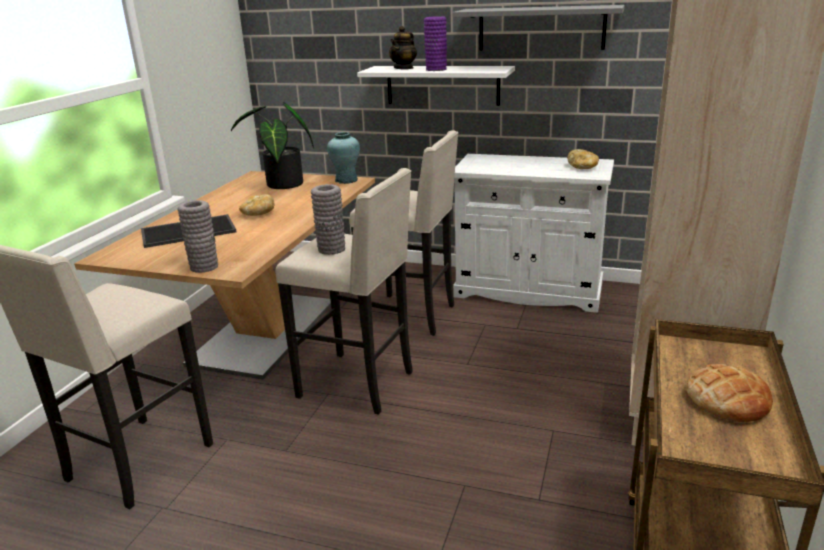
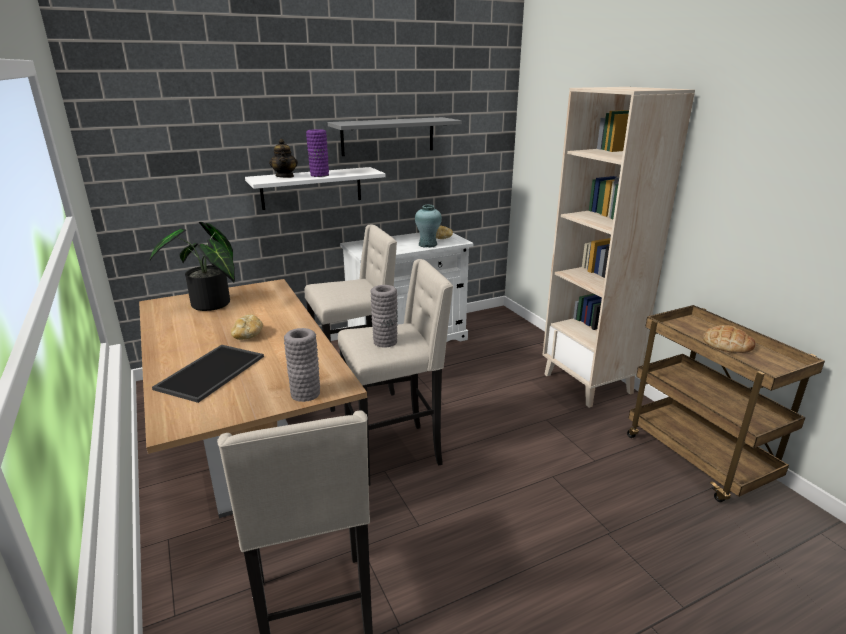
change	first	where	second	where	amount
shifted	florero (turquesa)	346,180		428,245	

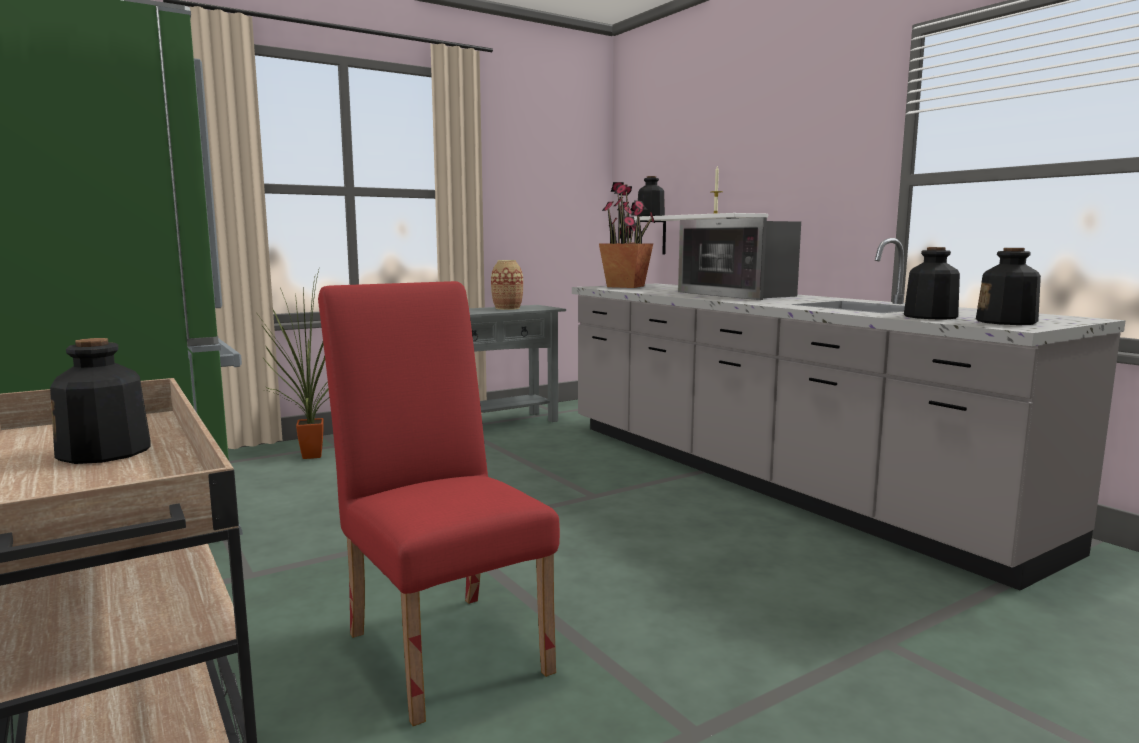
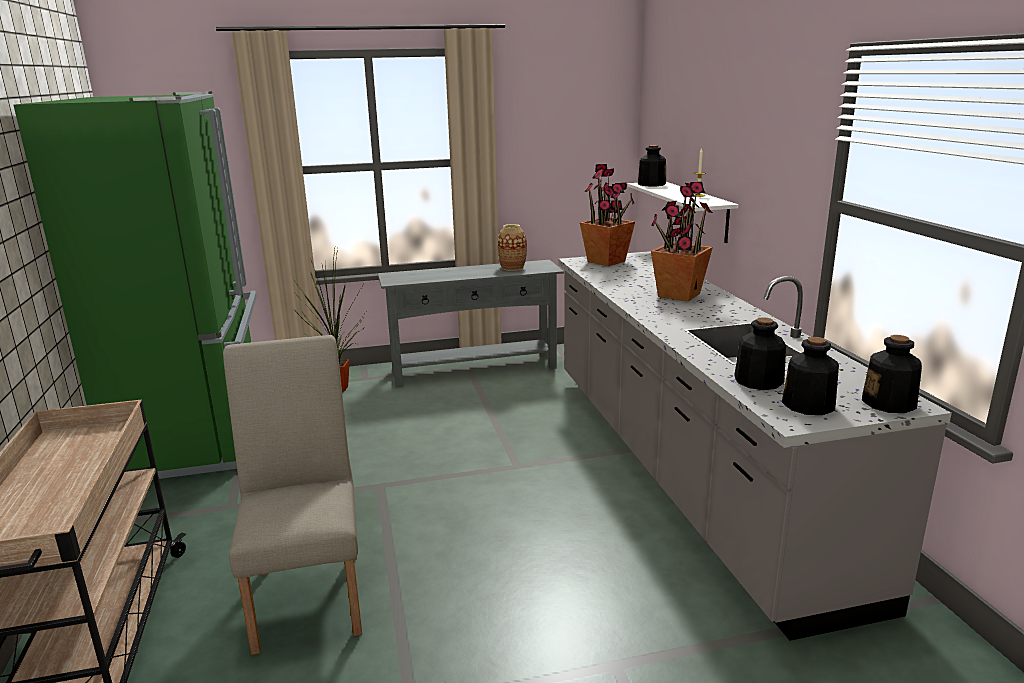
change	first	where	second	where	amount
swapped	microondas	739,294	planta en maceta	678,295	
repainted	silla (rojo)	443,643	silla (beis)	310,592	
shifted	botella	105,452		889,403	

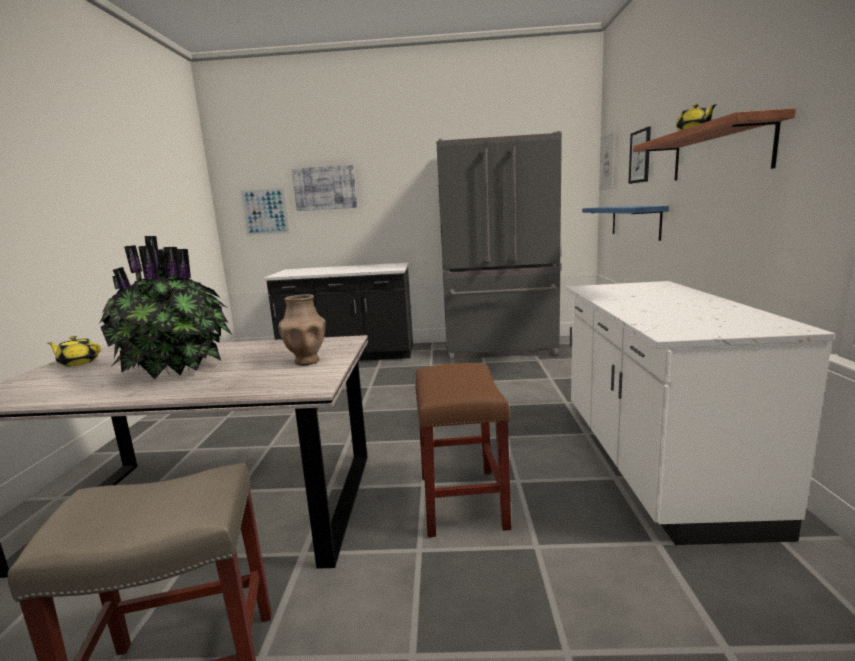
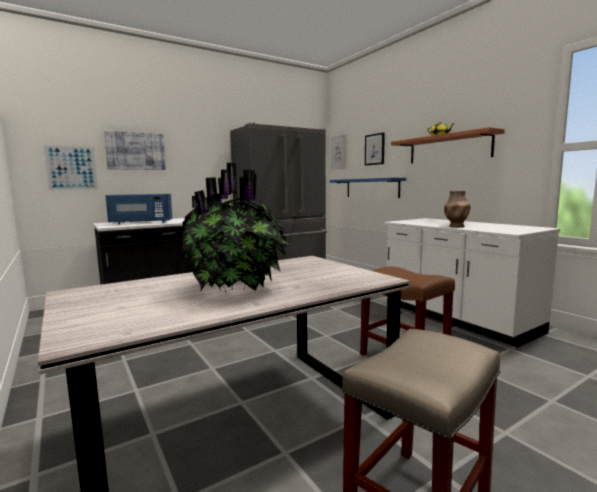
change	first	where	second	where	amount
shifted	florero (marrón)	307,361		456,226	
gone	tetera (amarillo)	78,362			
new			microondas (azul)	141,222	

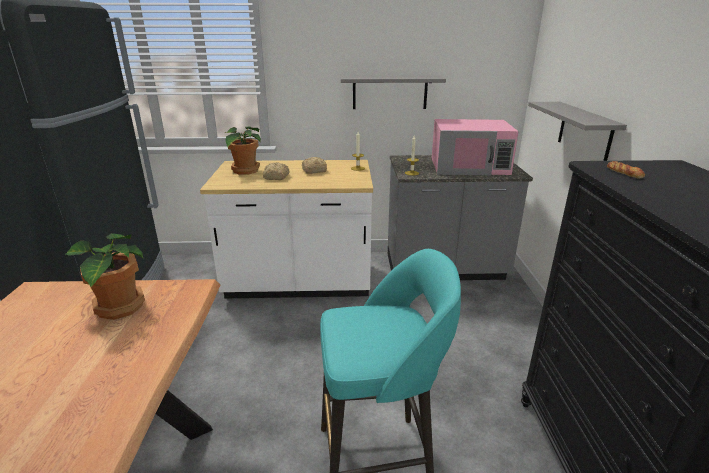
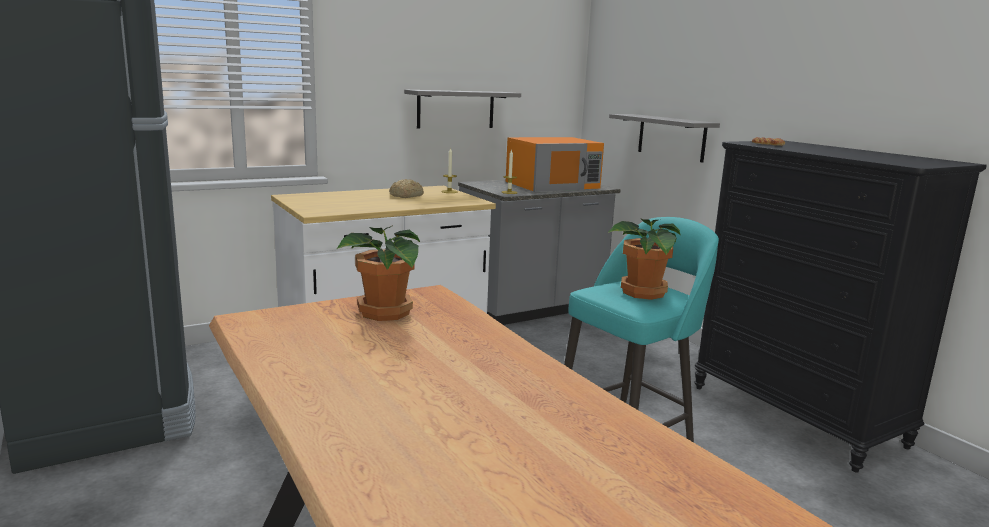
change	first	where	second	where	amount
repainted	microondas (rosa)	469,166	microondas (naranja)	553,185	
shifted	planta en maceta	245,171		642,293	
gone	pan	276,177			

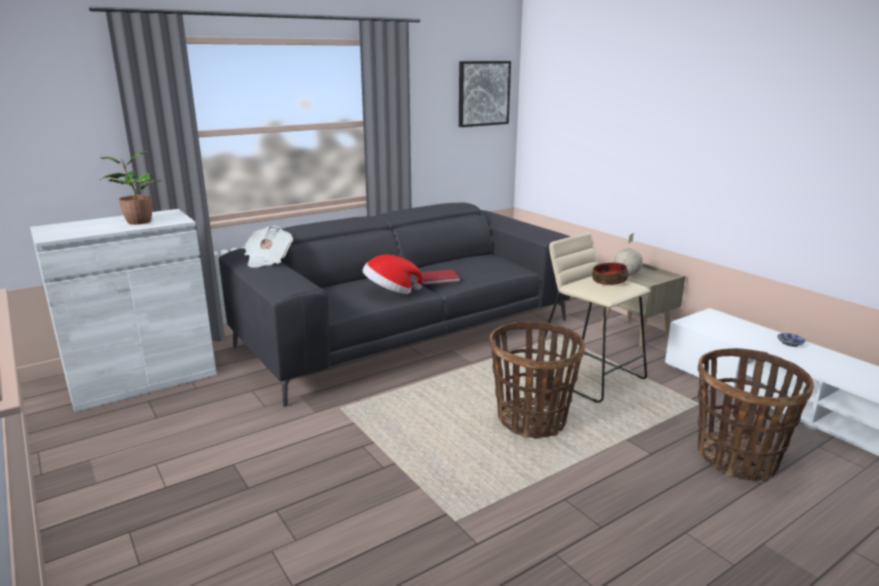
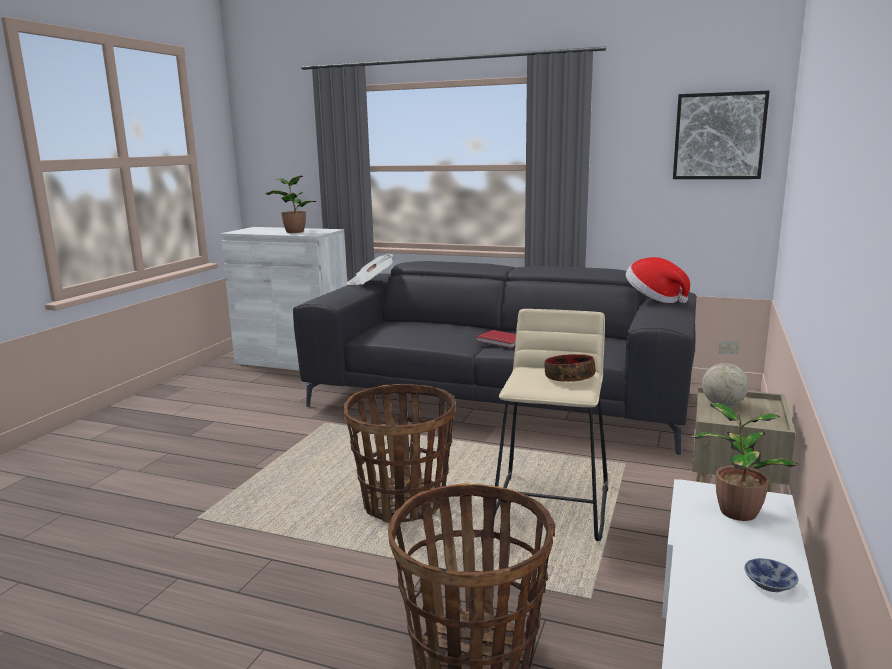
change	first	where	second	where	amount
shifted	sombrero	390,292		654,299	
new			planta en maceta	735,511	

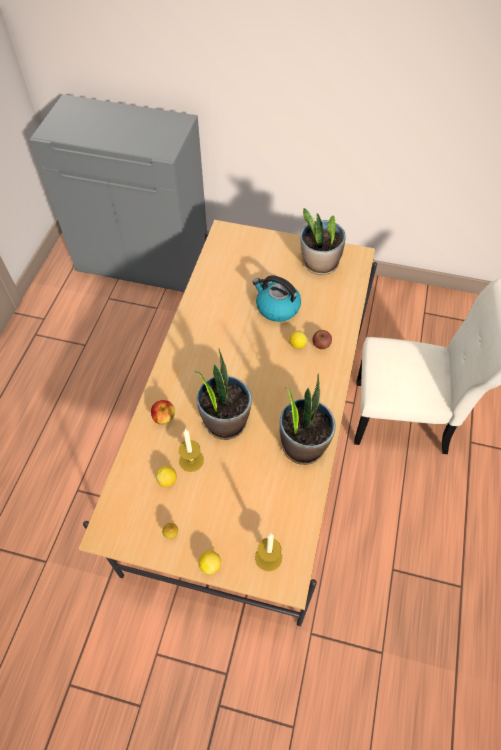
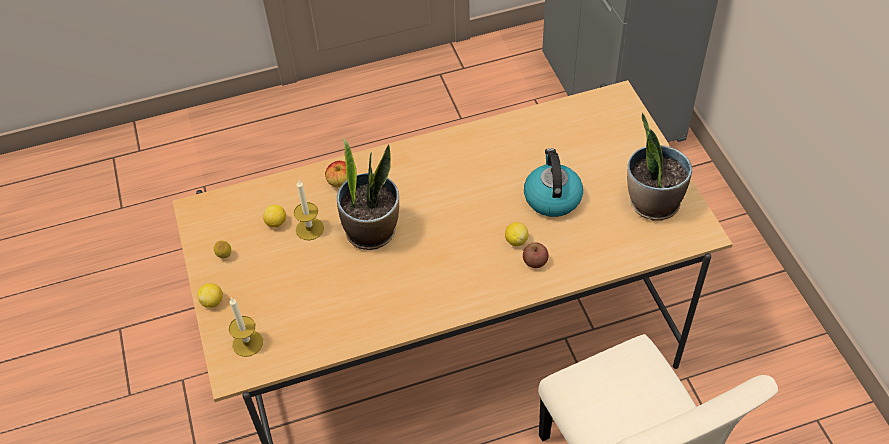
change	first	where	second	where	amount
gone	planta en maceta	303,445			

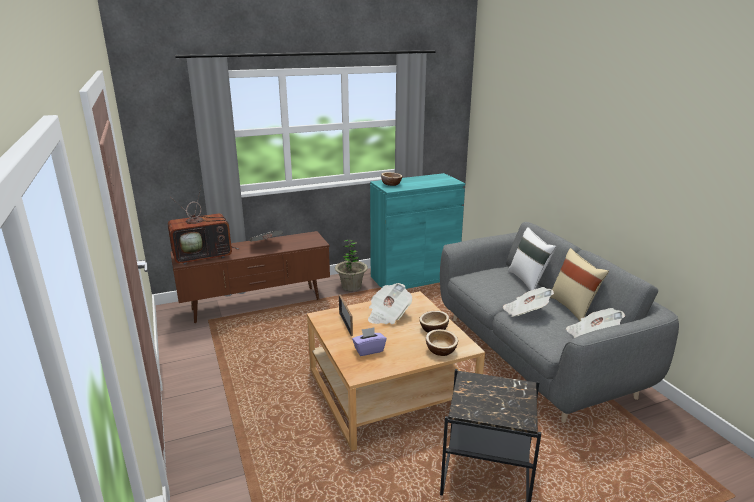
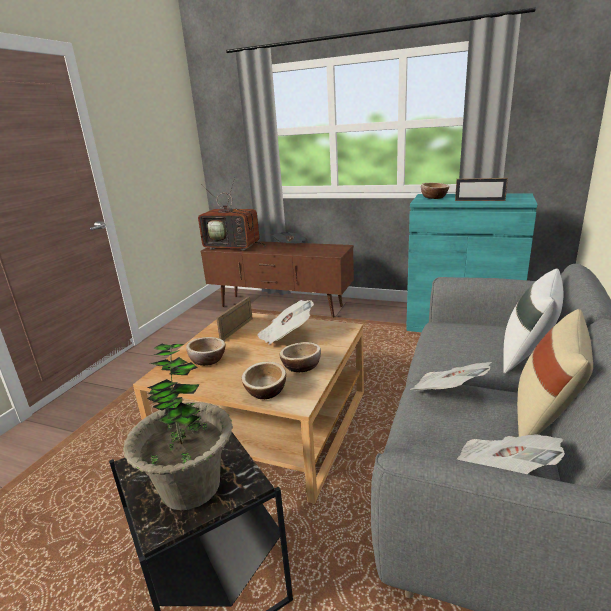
change	first	where	second	where	amount
shifted	planta en maceta	351,287		191,486	
swapped	caja de pañuelos (morado)	369,350	cuenco	208,360	
new			portarretratos	479,200	

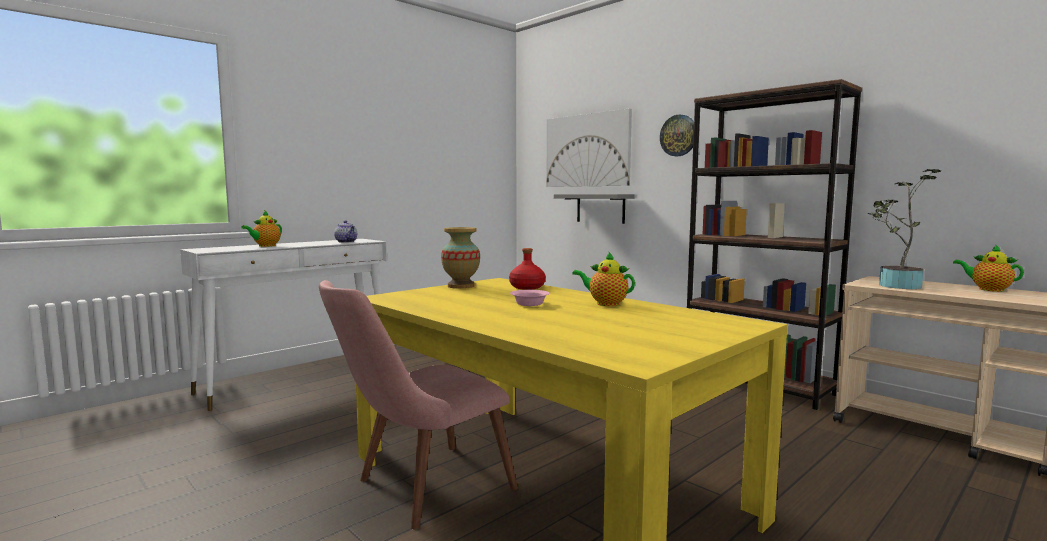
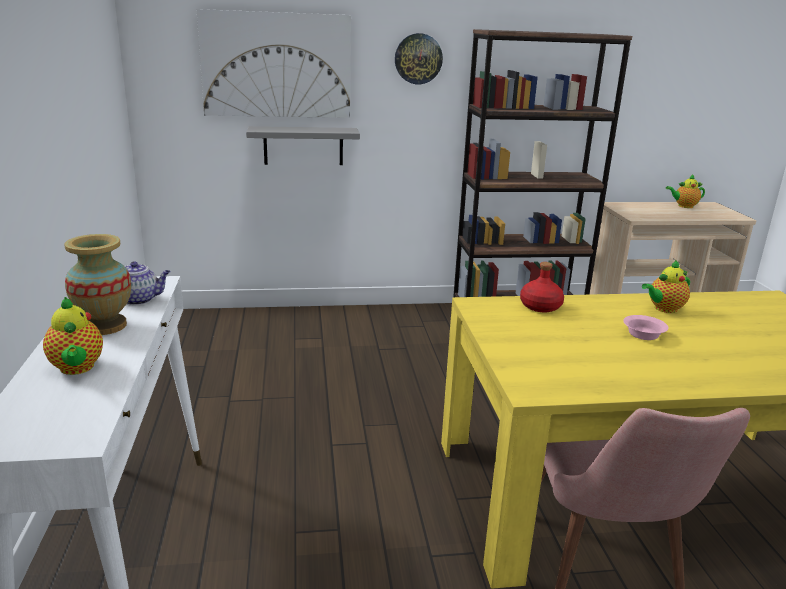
change	first	where	second	where	amount
gone	planta en maceta	896,286			
shifted	florero	461,286		105,326	

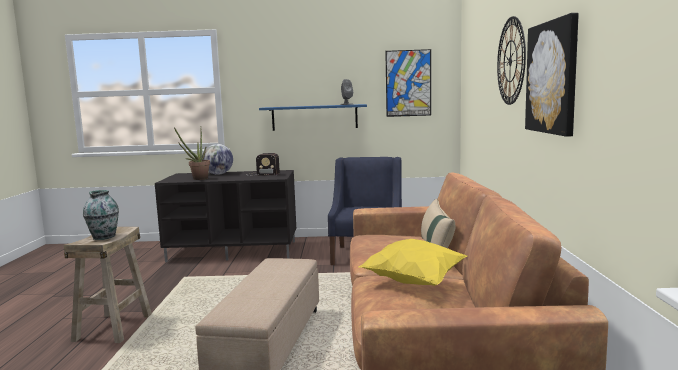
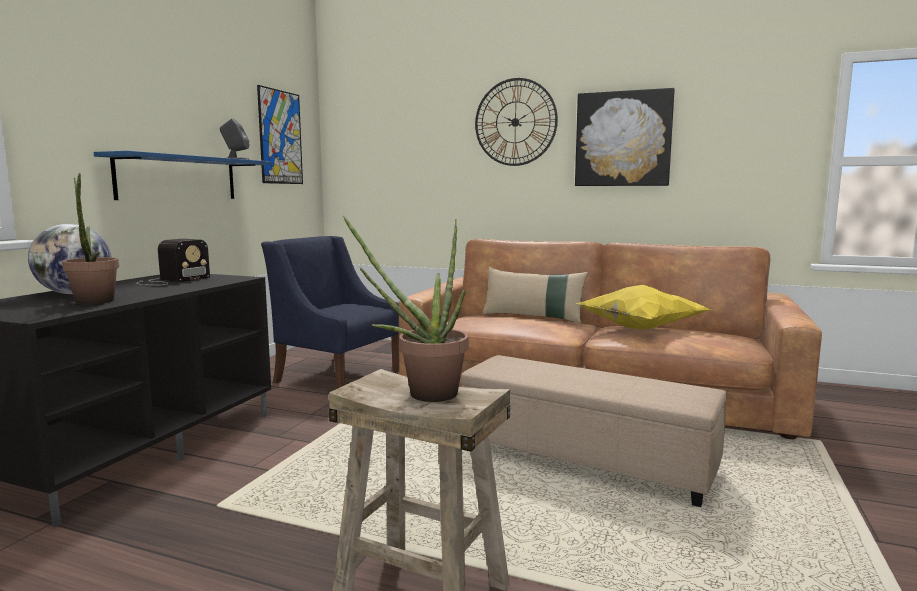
change	first	where	second	where	amount
swapped	florero	104,237	planta en maceta	422,394	

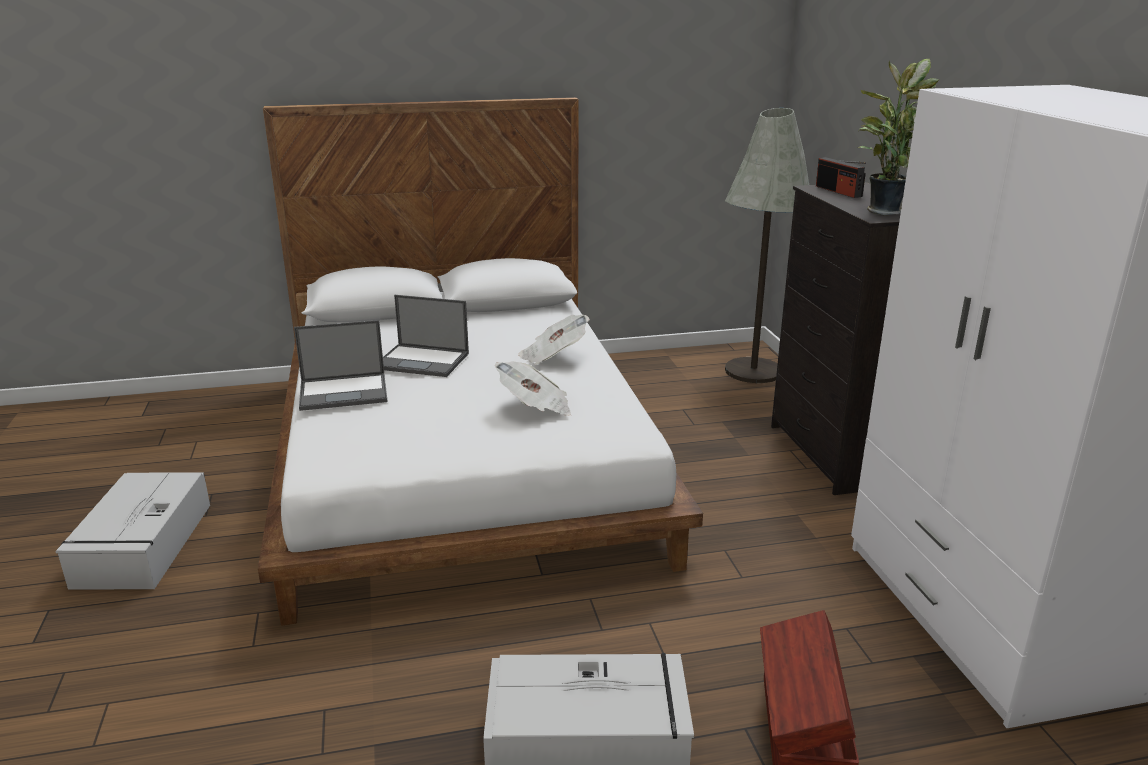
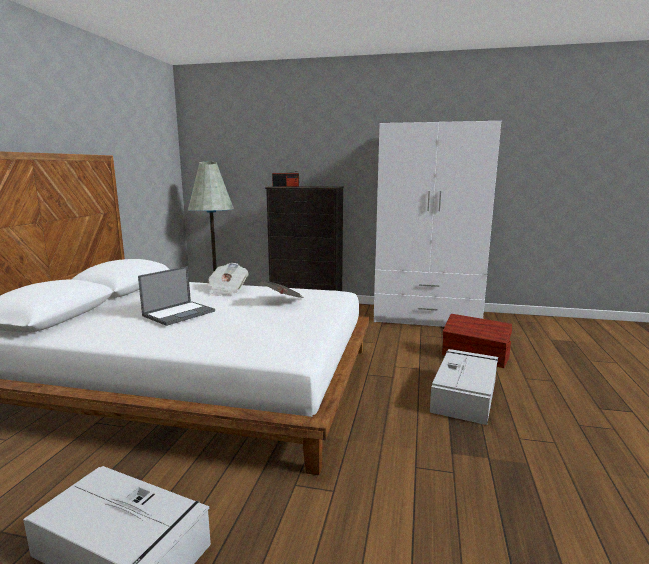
change	first	where	second	where	amount
gone	planta en maceta	885,211			
gone	portátil	345,392			

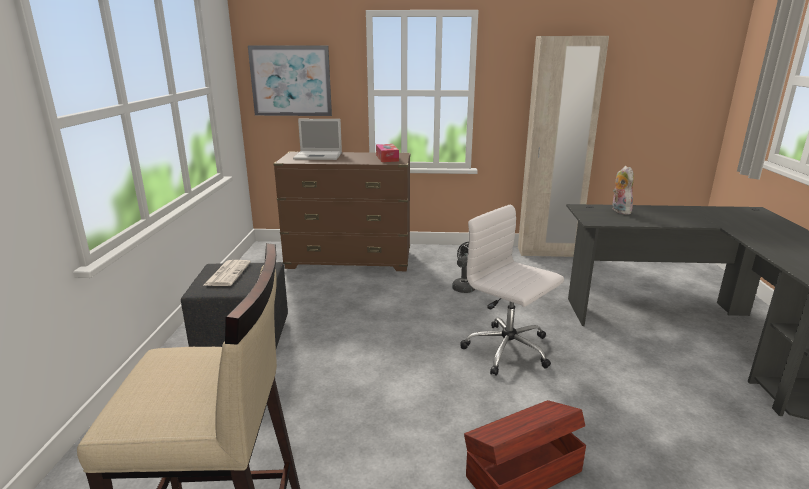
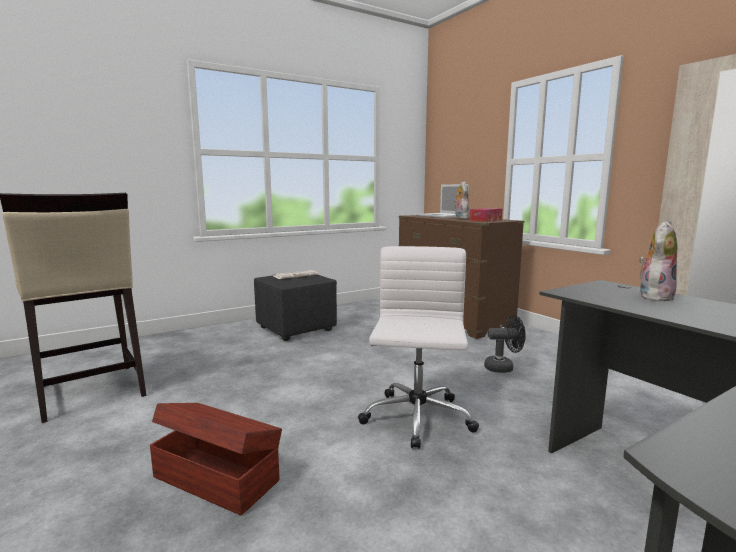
change	first	where	second	where	amount
gone	cuadro	291,81			
new			peluche	460,218	

